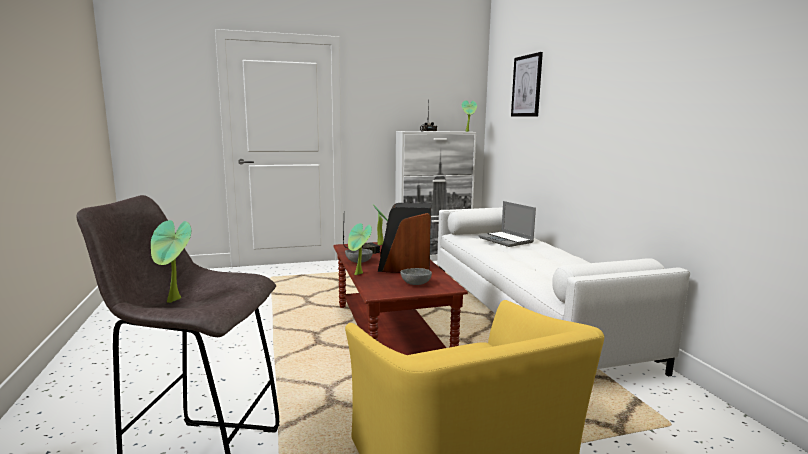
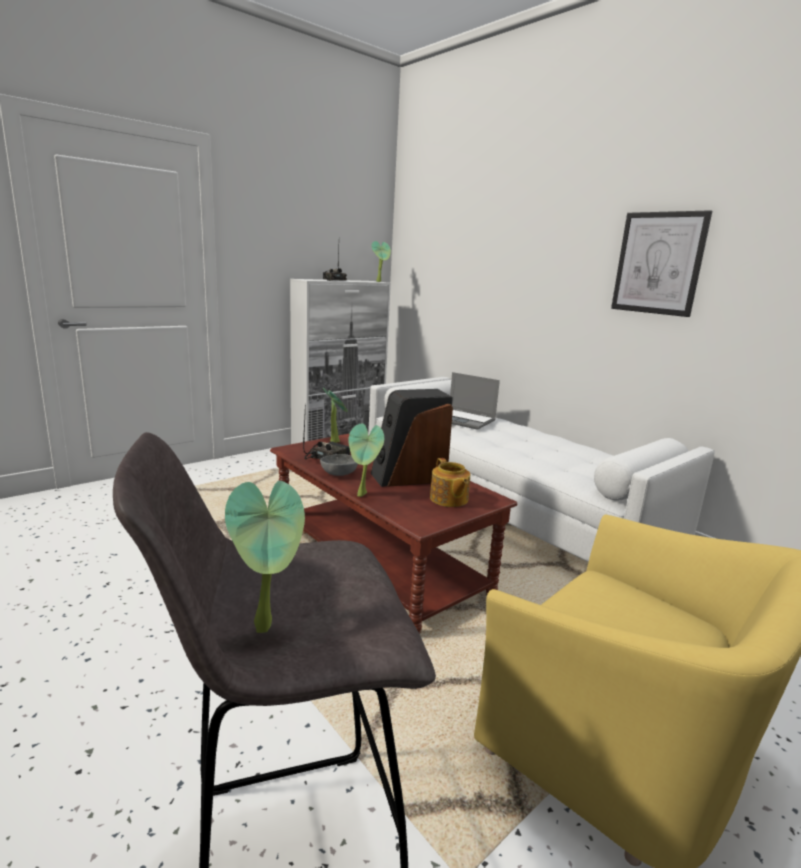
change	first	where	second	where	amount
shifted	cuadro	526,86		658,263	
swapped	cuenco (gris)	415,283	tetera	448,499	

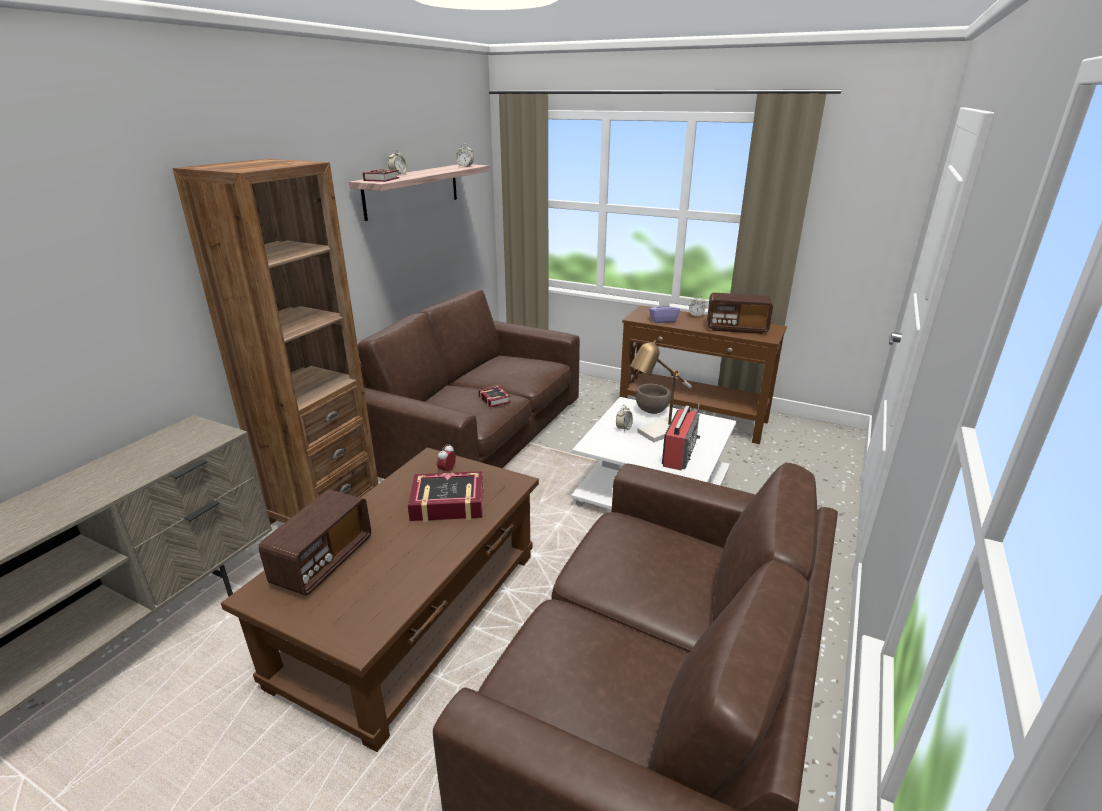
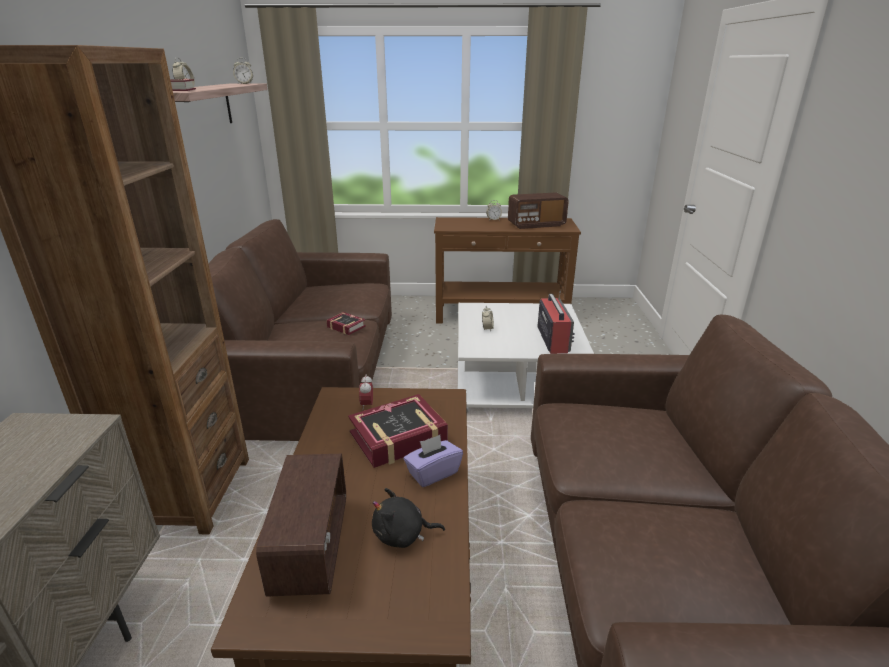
change	first	where	second	where	amount
shifted	caja de pañuelos (morado)	663,320		433,473	
gone	lámpara de mesa	656,433			
gone	cuenco (marrón)	652,411			
new			peluche (negro)	402,535	

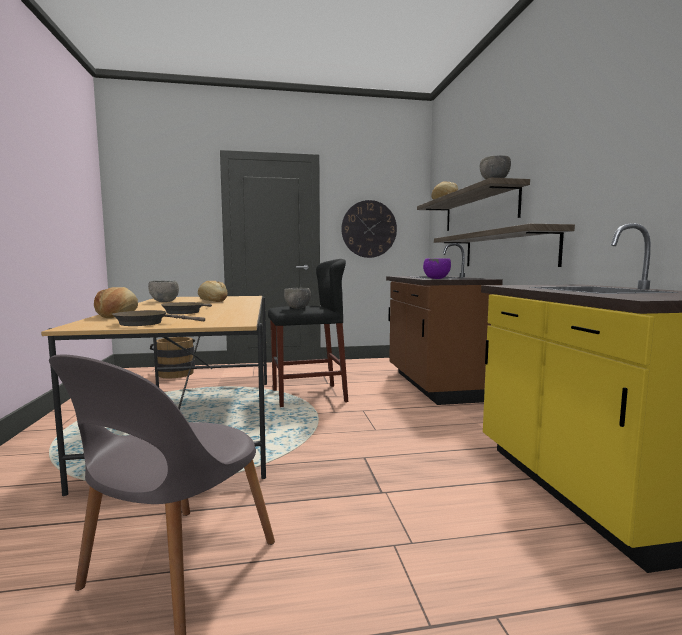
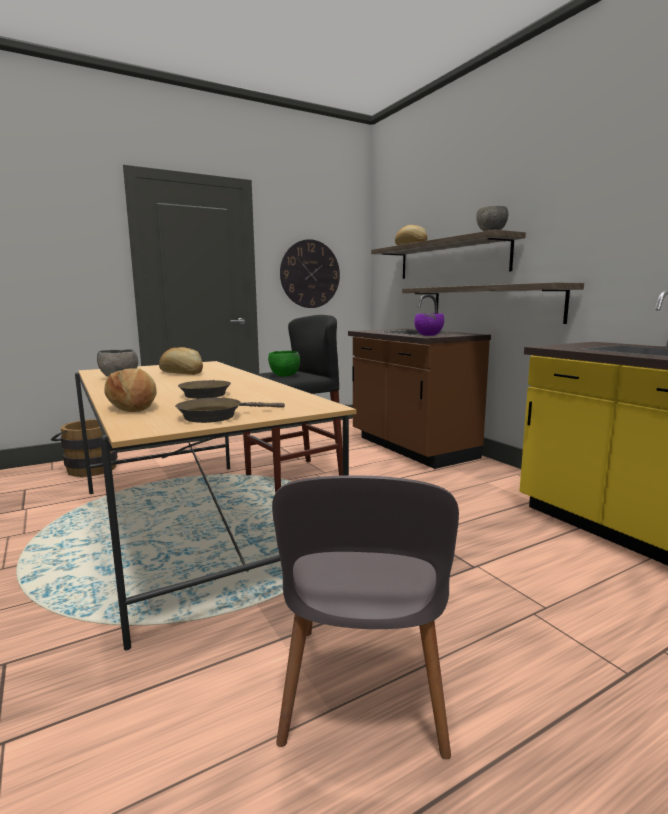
change	first	where	second	where	amount
repainted	cuenco (gris)	297,308	cuenco (verde)	284,376	

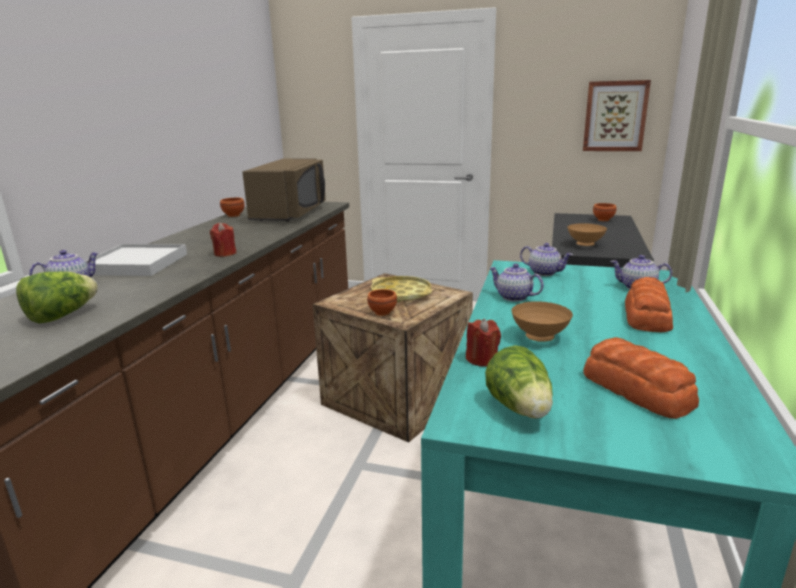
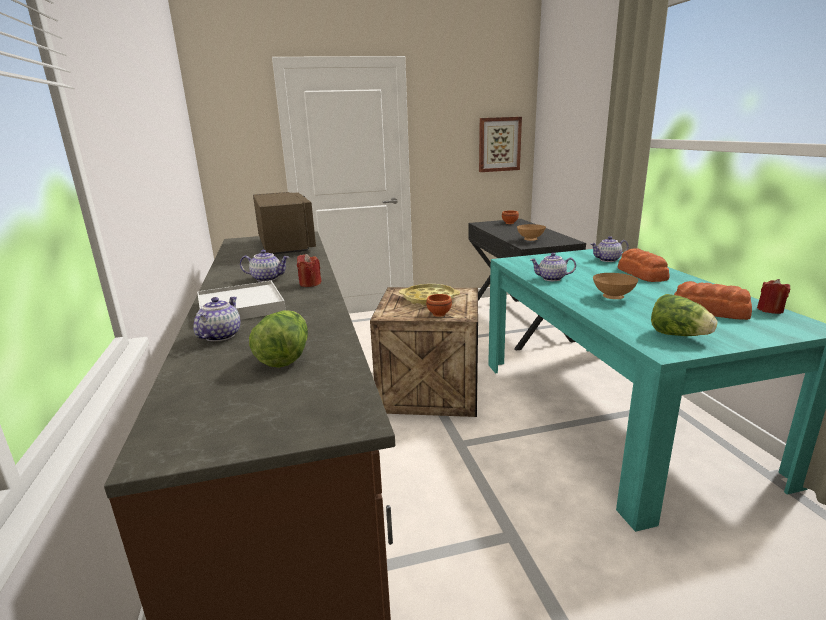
change	first	where	second	where	amount
gone	cuenco (marrón)	234,215			
shifted	tetera	545,272		267,278	
shifted	vela (rojo)	482,359		770,310	

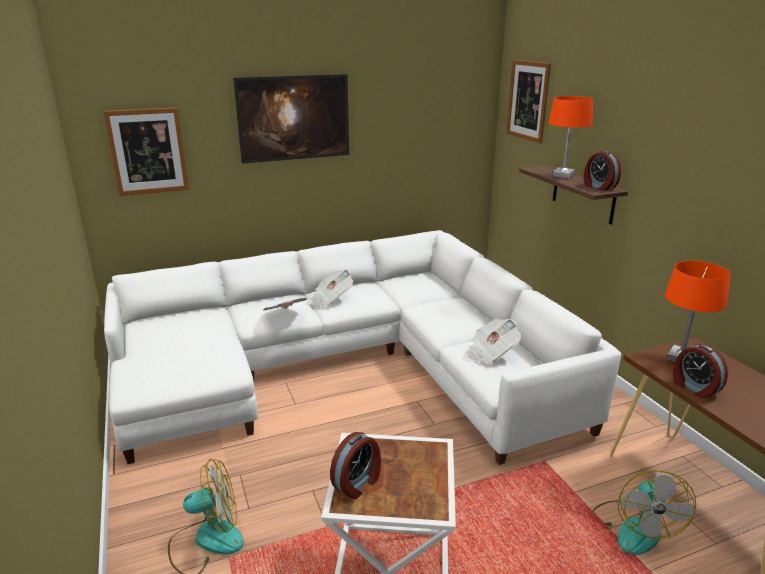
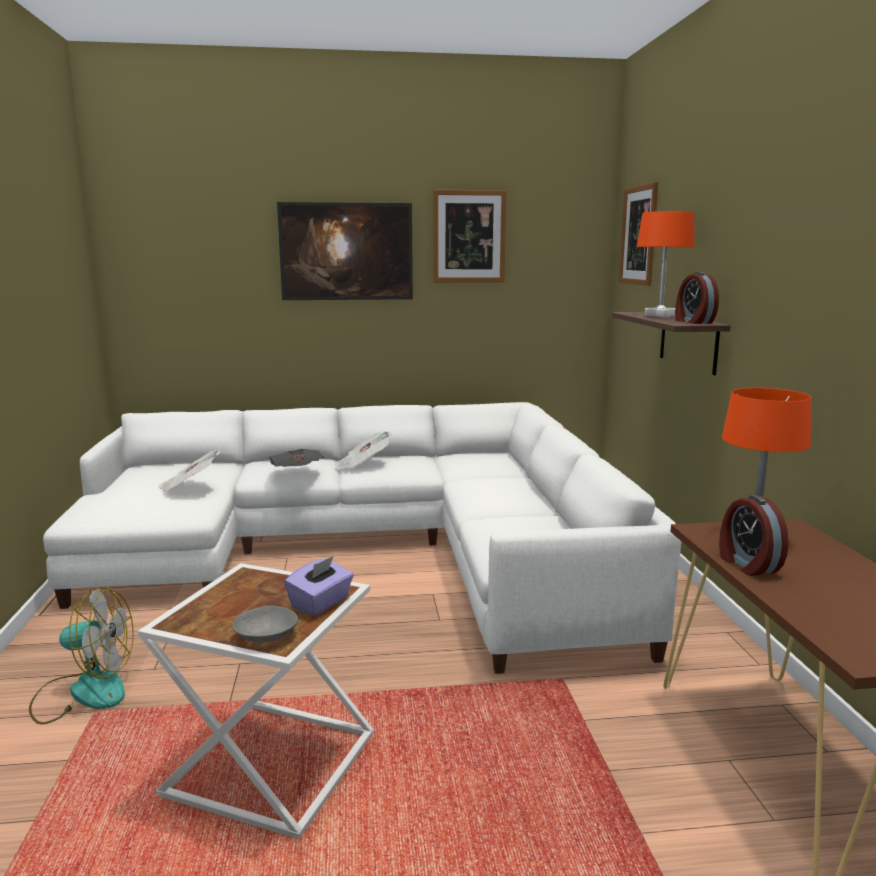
change	first	where	second	where	amount
shifted	cuadro	148,151		469,236	
shifted	periódico	490,353		189,487	
gone	despertador	358,483			
gone	ventilador	634,527			
new			caja de pañuelos (morado)	321,603	
new			cuenco (gris)	266,635	

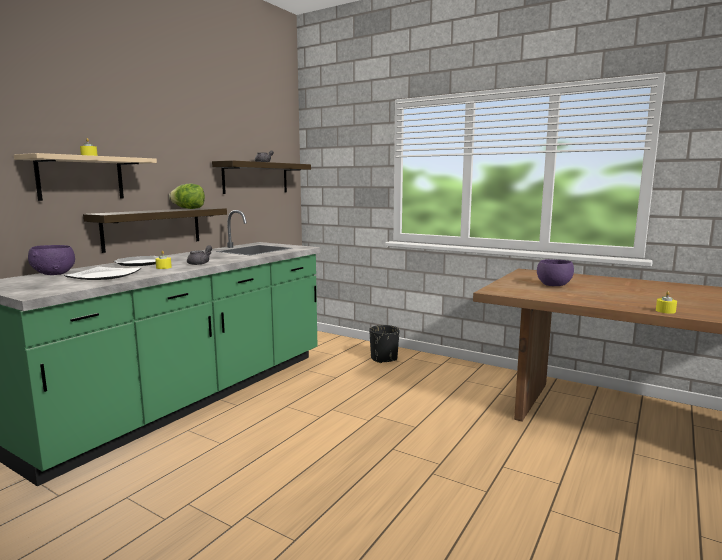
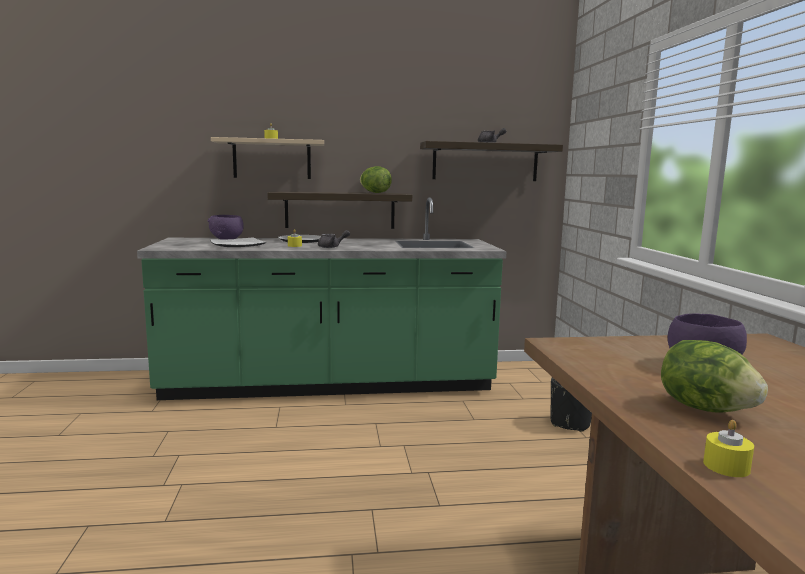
change	first	where	second	where	amount
new			lechuga	705,409	

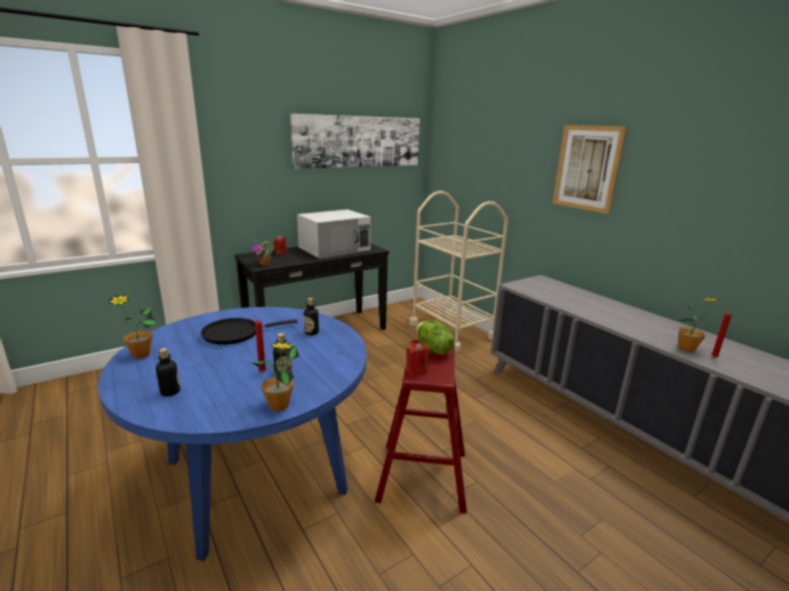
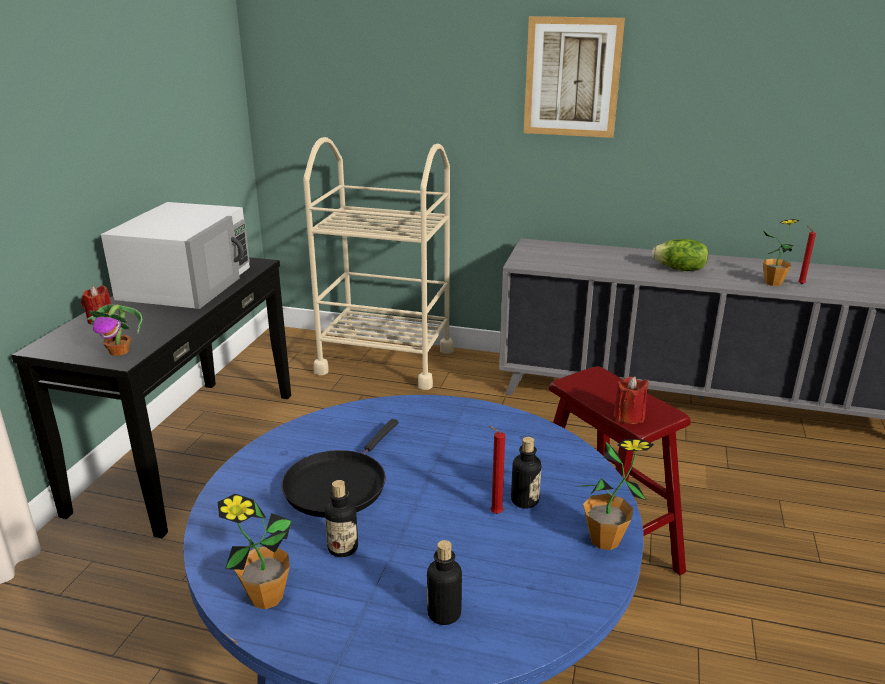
change	first	where	second	where	amount
gone	cuadro	359,141			
shifted	botella	311,332		343,548	
shifted	lechuga	433,349		679,269	

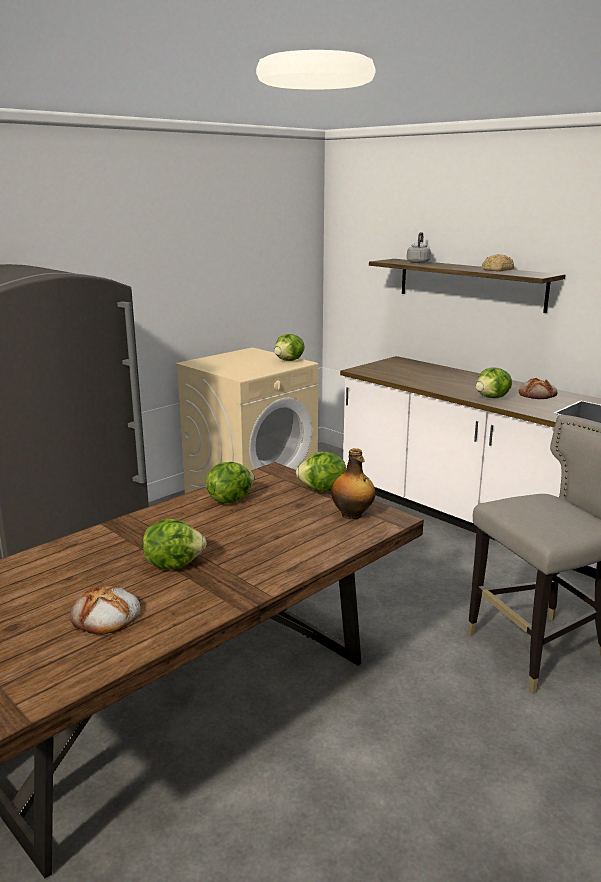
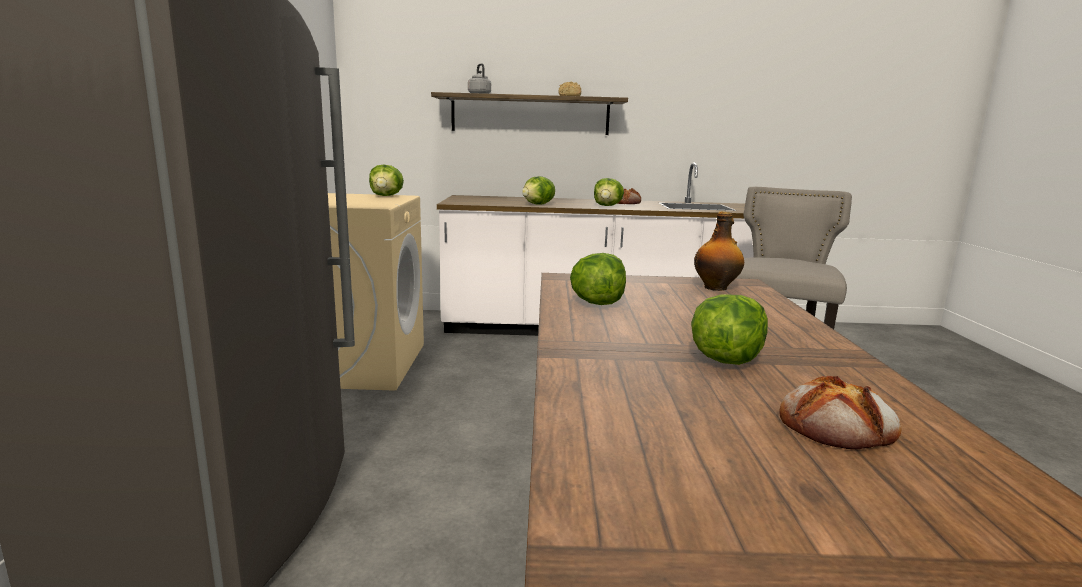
change	first	where	second	where	amount
shifted	lechuga	322,490		538,204	

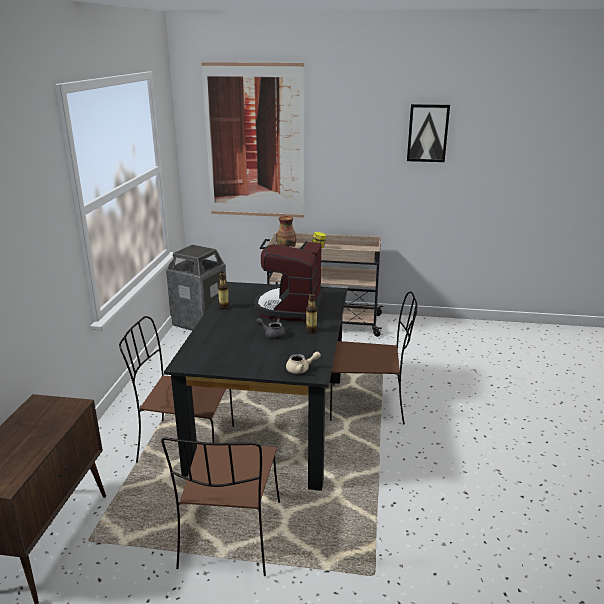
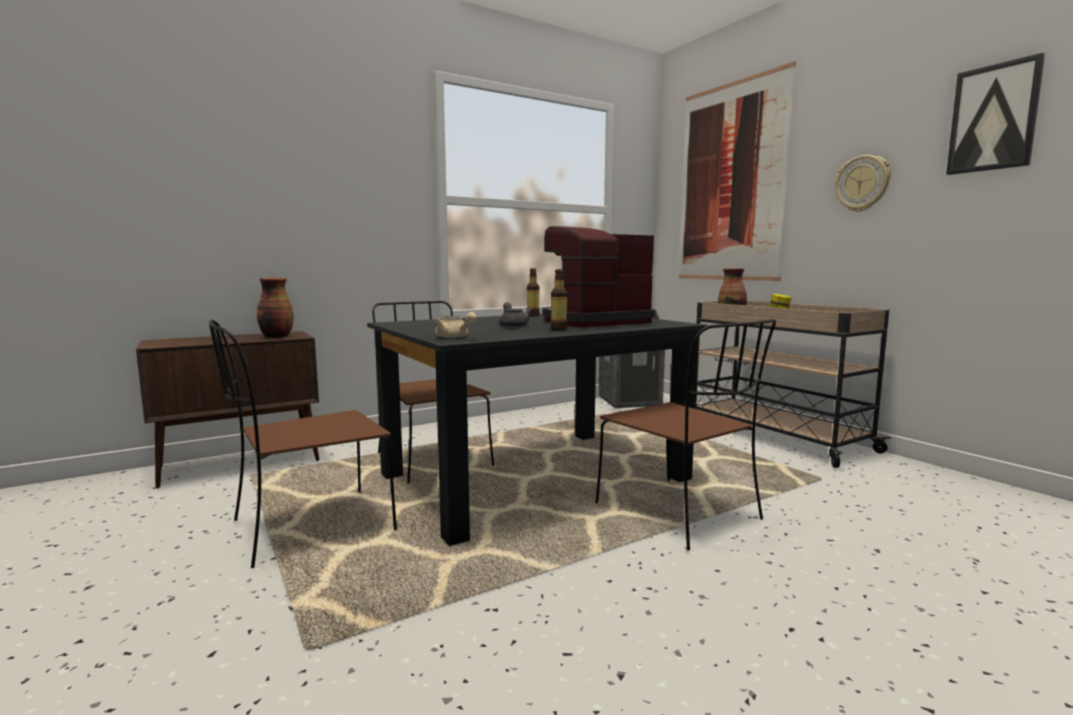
change	first	where	second	where	amount
new			reloj de pared	862,183	
new			florero	276,336	

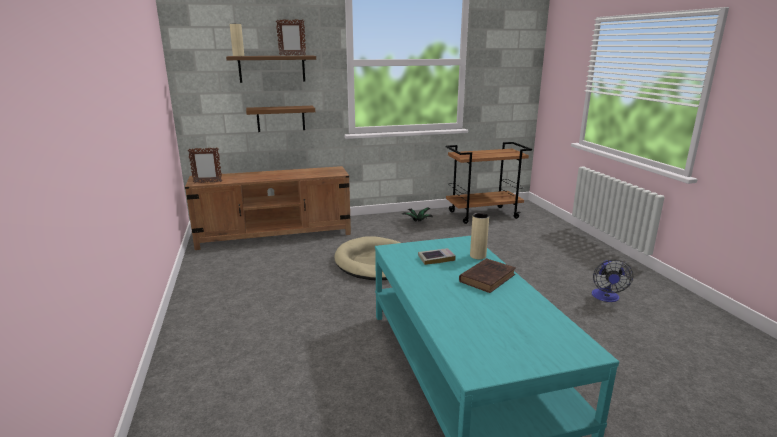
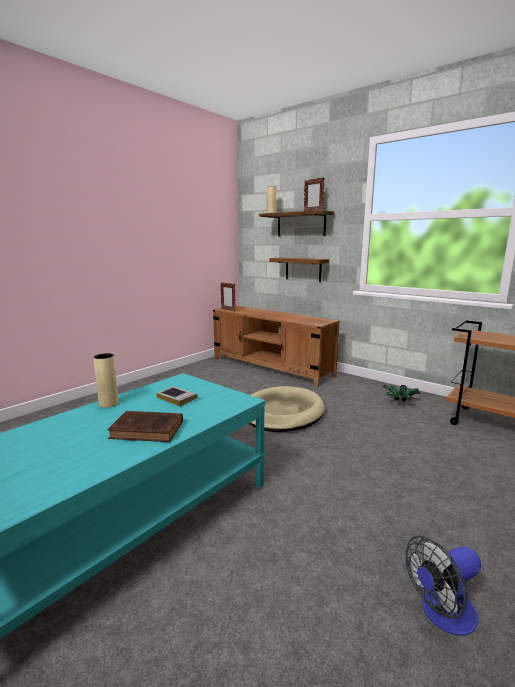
change	first	where	second	where	amount
shifted	florero (beis)	478,256		108,404	

